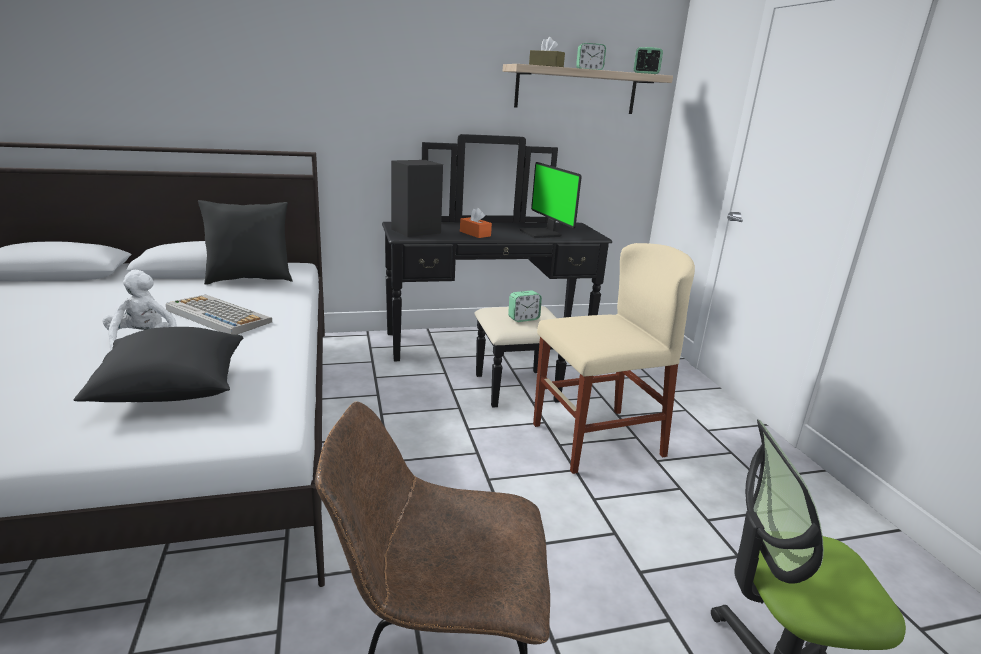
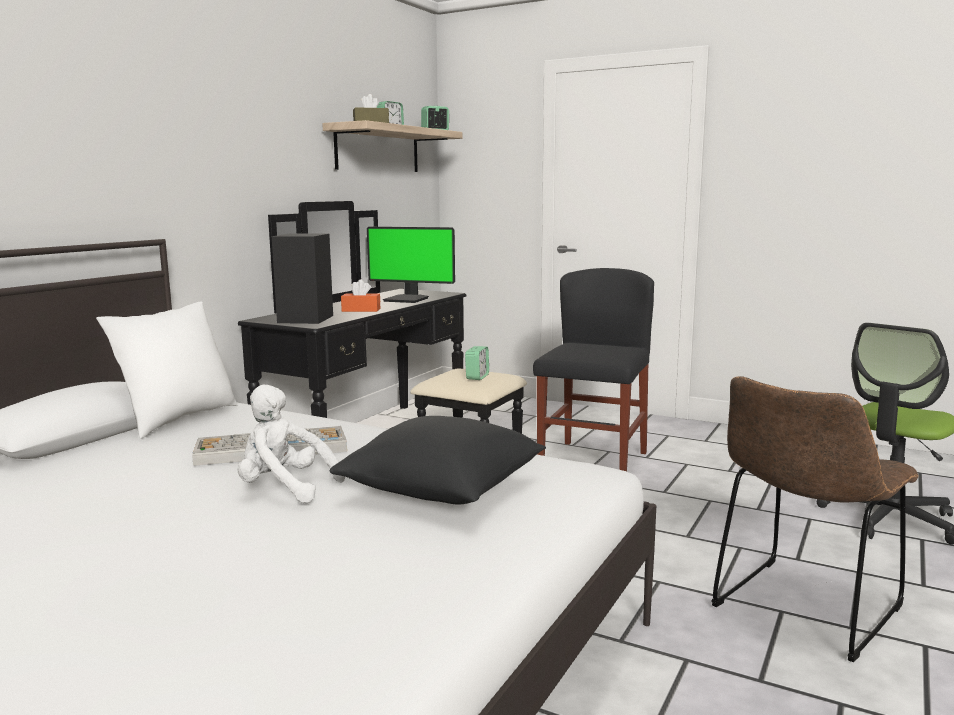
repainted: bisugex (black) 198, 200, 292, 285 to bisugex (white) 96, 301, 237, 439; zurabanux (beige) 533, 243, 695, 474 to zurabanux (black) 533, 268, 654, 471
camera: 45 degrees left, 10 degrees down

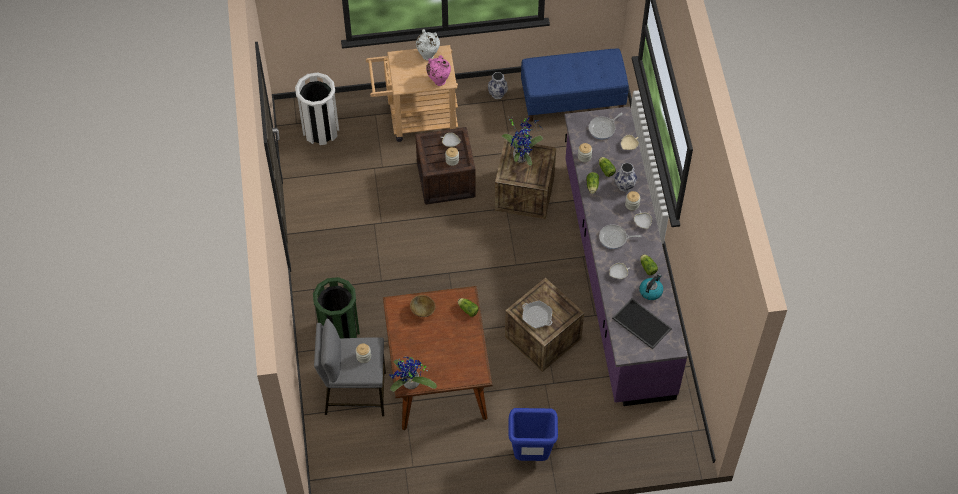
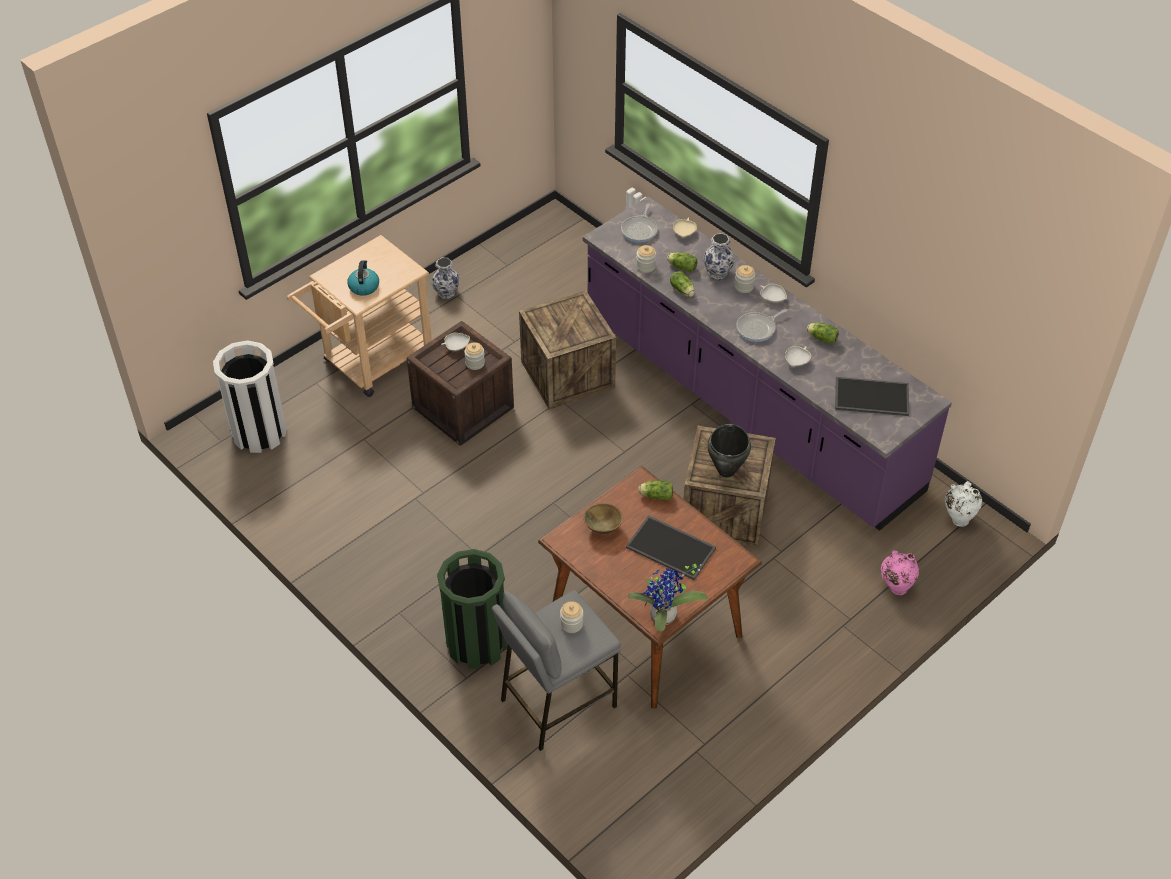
gone: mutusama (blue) 521, 48, 629, 122; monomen 502, 116, 543, 166; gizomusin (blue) 508, 408, 558, 461
new: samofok 626, 515, 716, 580
shifted: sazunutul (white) 416, 29, 440, 61 to 945, 481, 982, 527; sazunutul (pink) 426, 55, 451, 86 to 881, 550, 919, 595; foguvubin 639, 274, 663, 300 to 347, 260, 379, 296
swapped: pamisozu 522, 300, 552, 328 to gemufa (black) 707, 424, 751, 477
camera: 35 degrees left, 10 degrees down

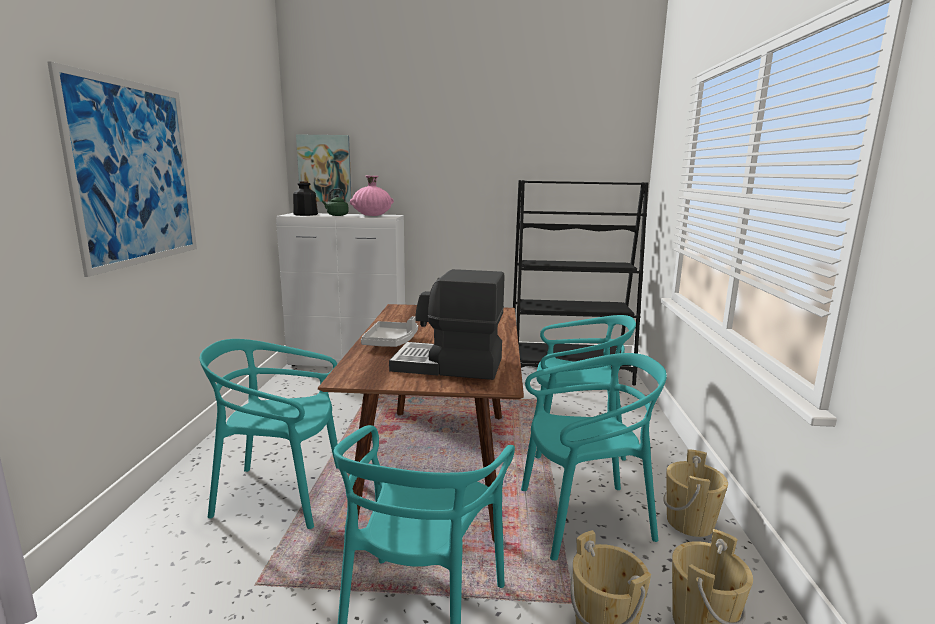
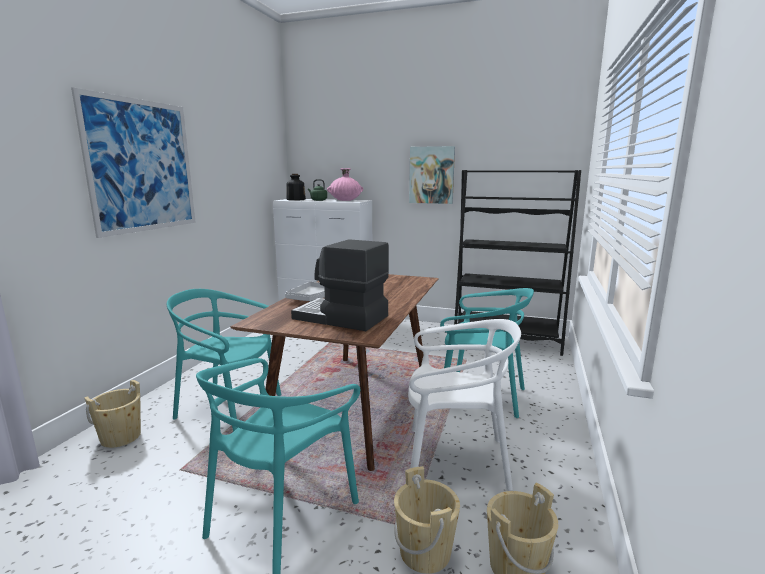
shifted: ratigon 296, 134, 352, 202 to 409, 146, 455, 204; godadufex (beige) 663, 449, 728, 537 to 84, 380, 141, 448
repainted: zurabanux (turquoise) 521, 353, 667, 561 to zurabanux (white) 408, 319, 521, 491
camera: 15 degrees right, 0 degrees up

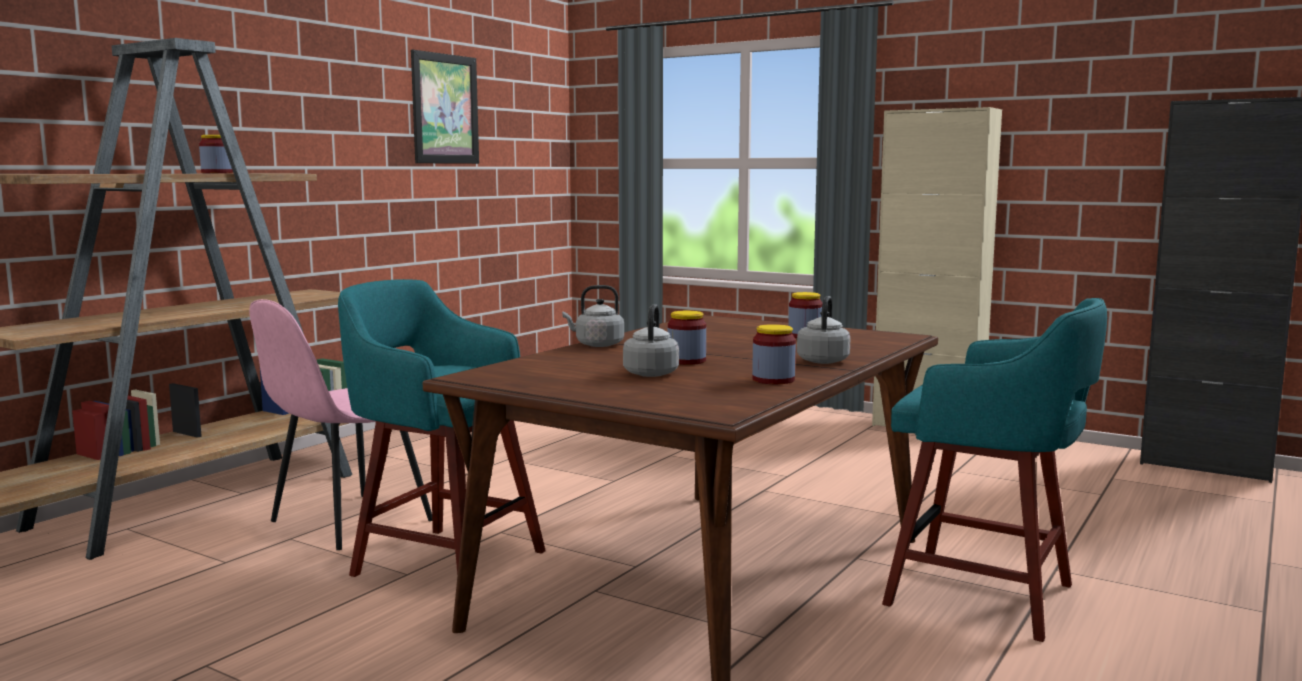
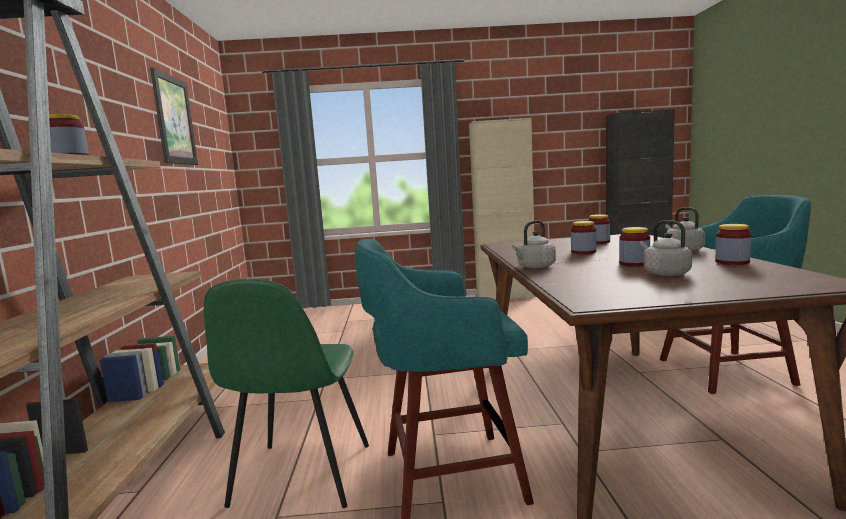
new: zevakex 571, 221, 596, 254
repainted: zurabanux (pink) 249, 299, 432, 550 to zurabanux (green) 204, 279, 369, 508
camera: 35 degrees left, 0 degrees up

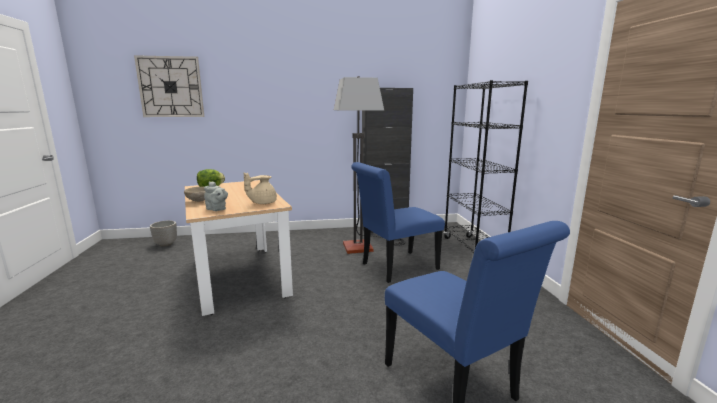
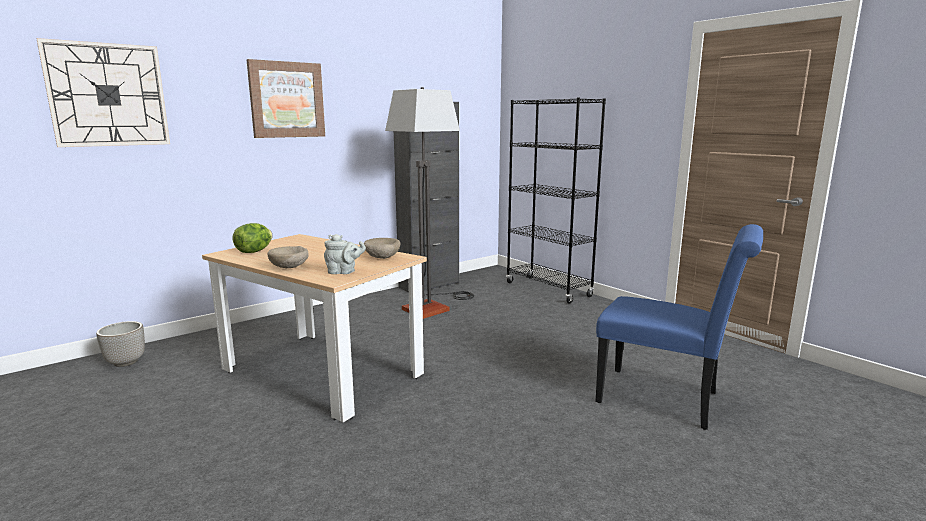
gone: zurabanux (blue) 351, 162, 445, 283
new: ratigon 247, 59, 325, 138
swapped: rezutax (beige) 244, 172, 277, 204 to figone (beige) 363, 238, 400, 259
camera: 30 degrees left, 0 degrees up

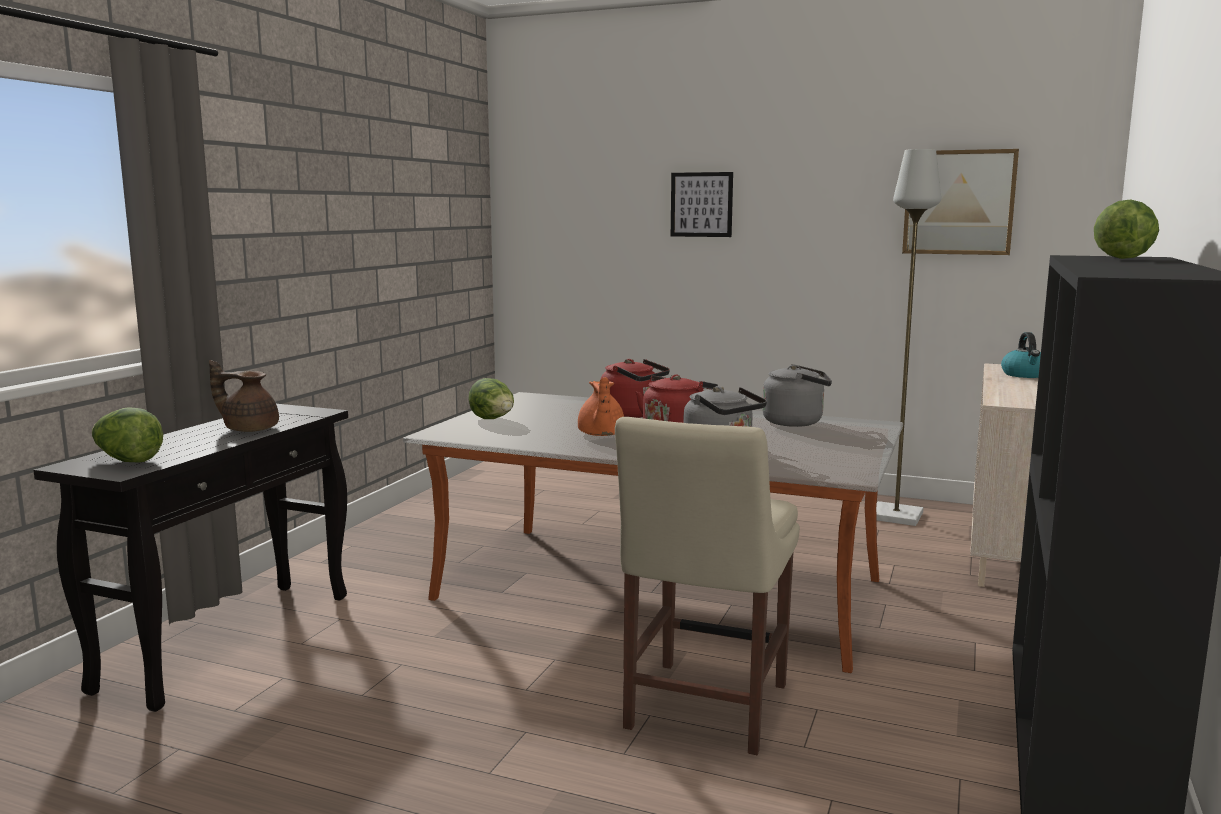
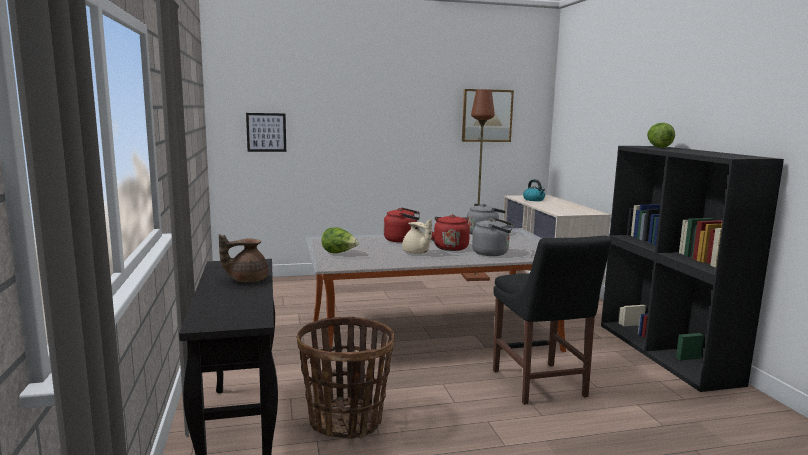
gone: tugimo 92, 407, 163, 462
new: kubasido 297, 317, 395, 439
shifted: ratigon 671, 172, 733, 237 to 246, 113, 286, 152
repainted: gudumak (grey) 876, 149, 941, 526 to gudumak (brown) 461, 89, 495, 281; rezutax (orange) 578, 377, 624, 436 to rezutax (beige) 402, 219, 432, 254; zurabanux (beige) 615, 417, 800, 755 to zurabanux (black) 493, 236, 611, 405
camera: 35 degrees left, 0 degrees up

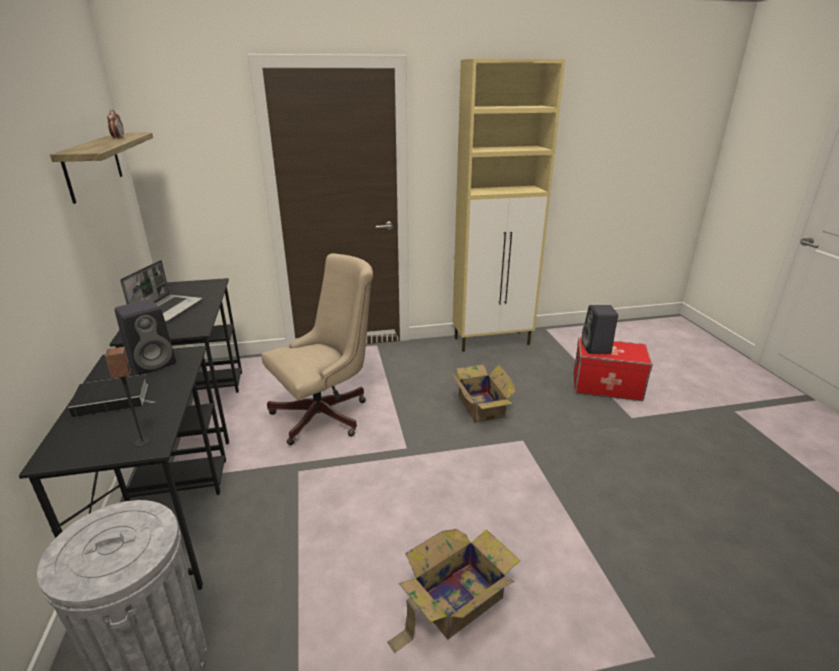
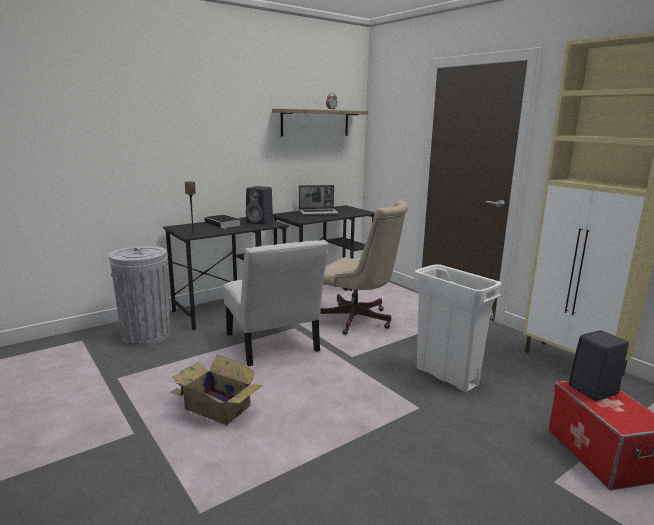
new: zurabanux (white) 223, 240, 329, 366
swapped: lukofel 450, 364, 516, 422 to gizomusin (white) 415, 264, 502, 392
camera: 65 degrees right, 10 degrees down

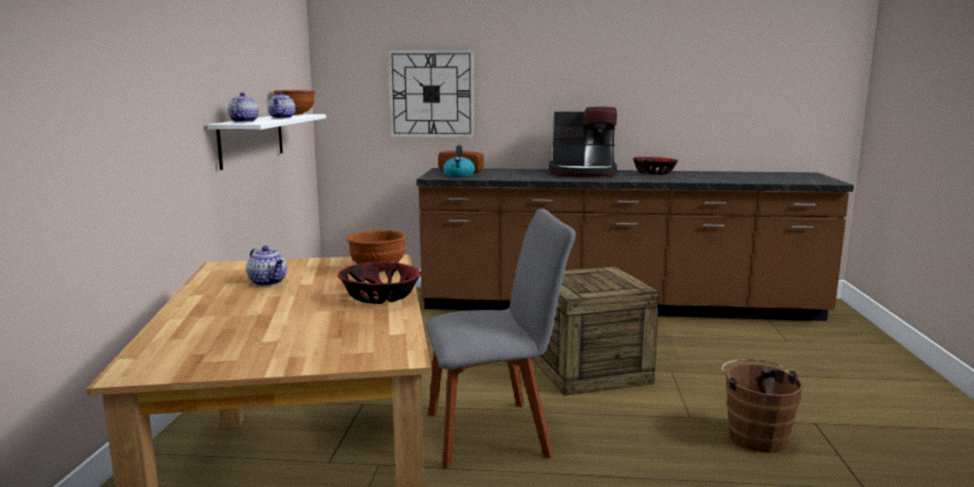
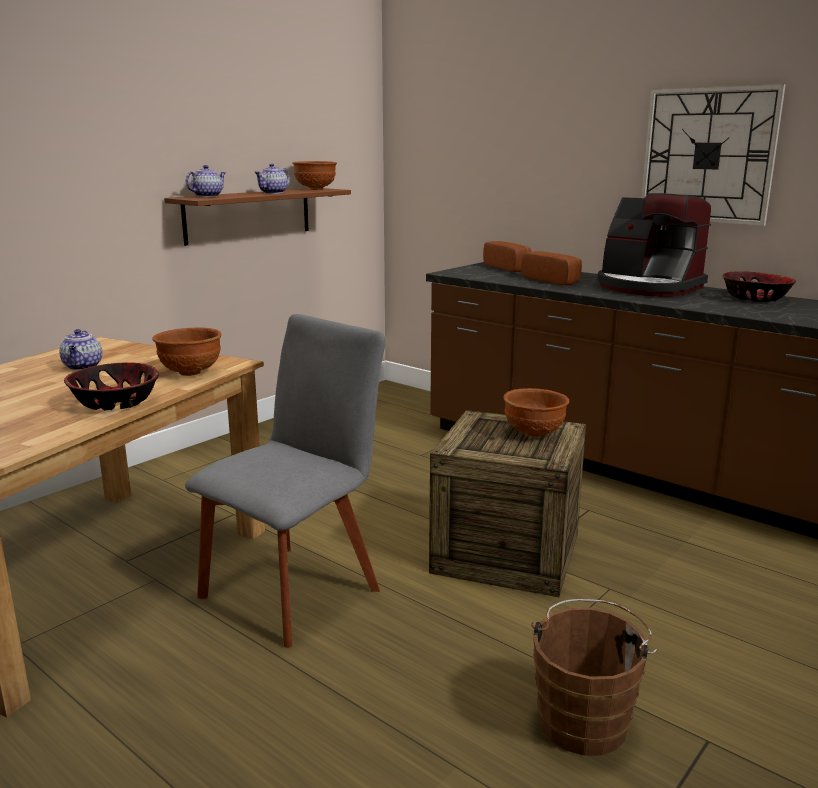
gone: foguvubin 443, 145, 475, 178
new: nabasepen 521, 251, 582, 285; figone (brown) 504, 388, 569, 437
shifted: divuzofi 388, 50, 474, 138 to 641, 84, 786, 226
repainted: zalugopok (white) 208, 114, 326, 170 to zalugopok (brown) 164, 188, 351, 246
rotated: zurabanux (grey) 425, 209, 576, 468 = 185, 314, 386, 648 75 degrees counterclockwise
camera: 35 degrees right, 5 degrees up

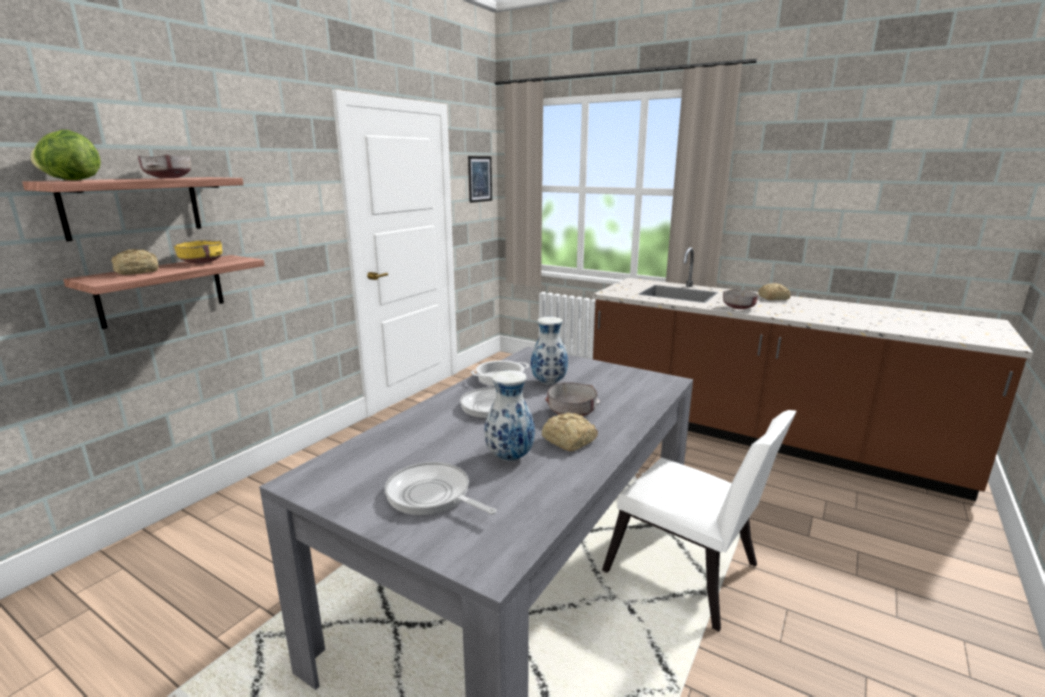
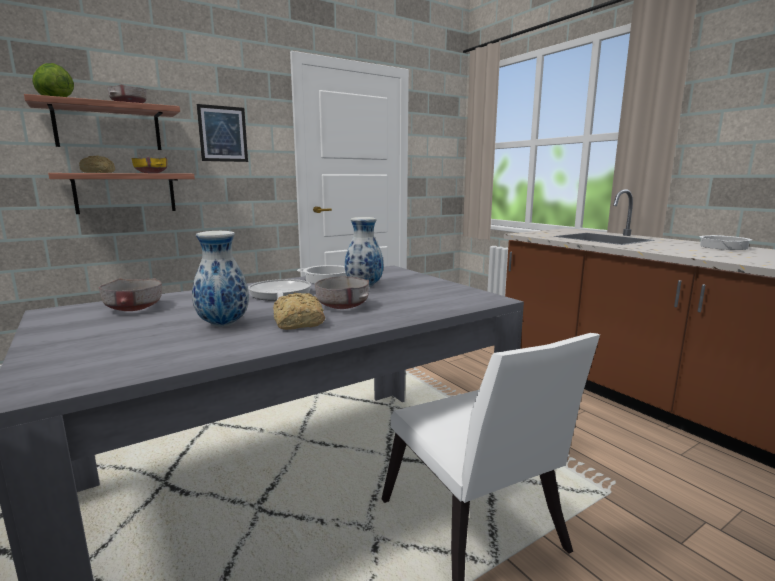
gone: pamisozu 385, 462, 497, 515
shifted: ratigon 468, 156, 492, 203 to 197, 104, 248, 162; figone (grey) 723, 289, 758, 309 to 99, 278, 162, 311
swapped: nabasepen 758, 283, 790, 300 to gemufa 699, 235, 752, 250
camera: 25 degrees right, 5 degrees down

